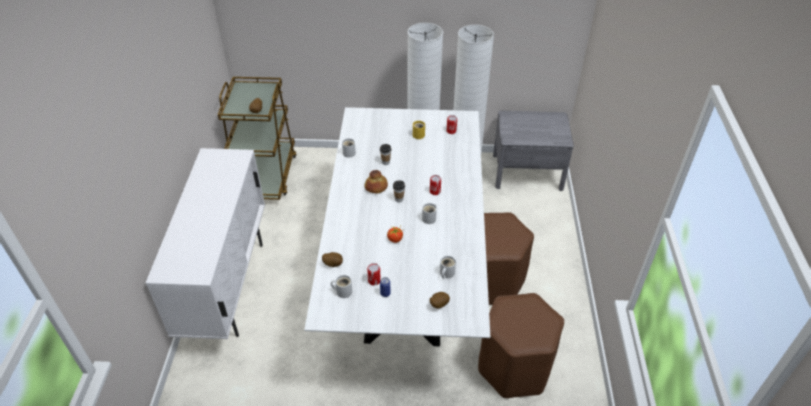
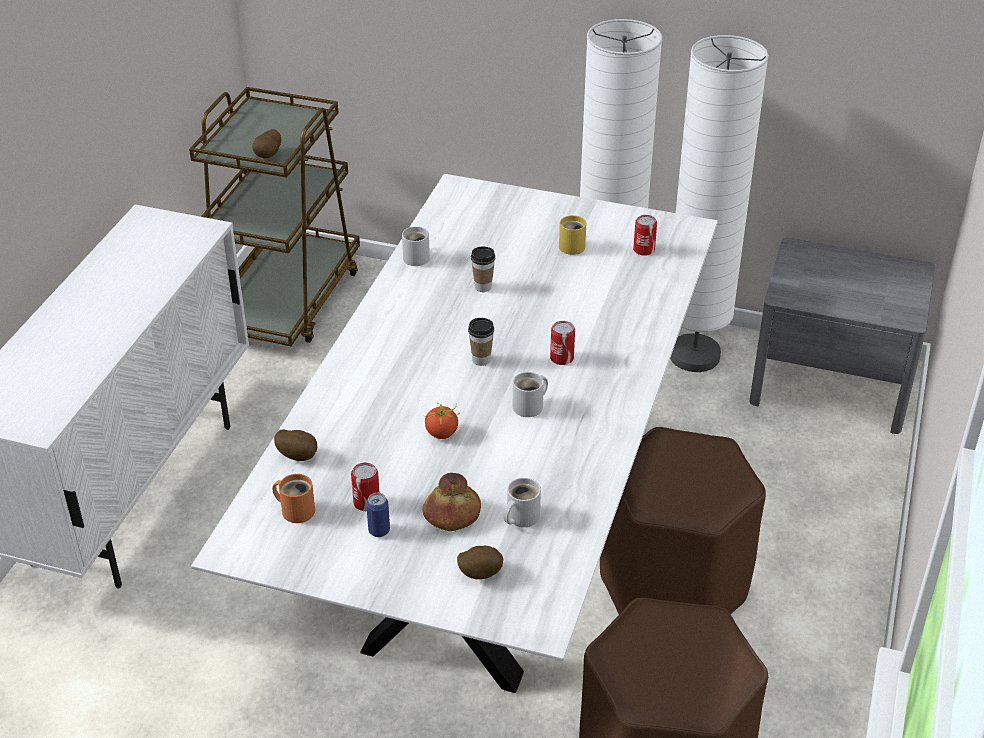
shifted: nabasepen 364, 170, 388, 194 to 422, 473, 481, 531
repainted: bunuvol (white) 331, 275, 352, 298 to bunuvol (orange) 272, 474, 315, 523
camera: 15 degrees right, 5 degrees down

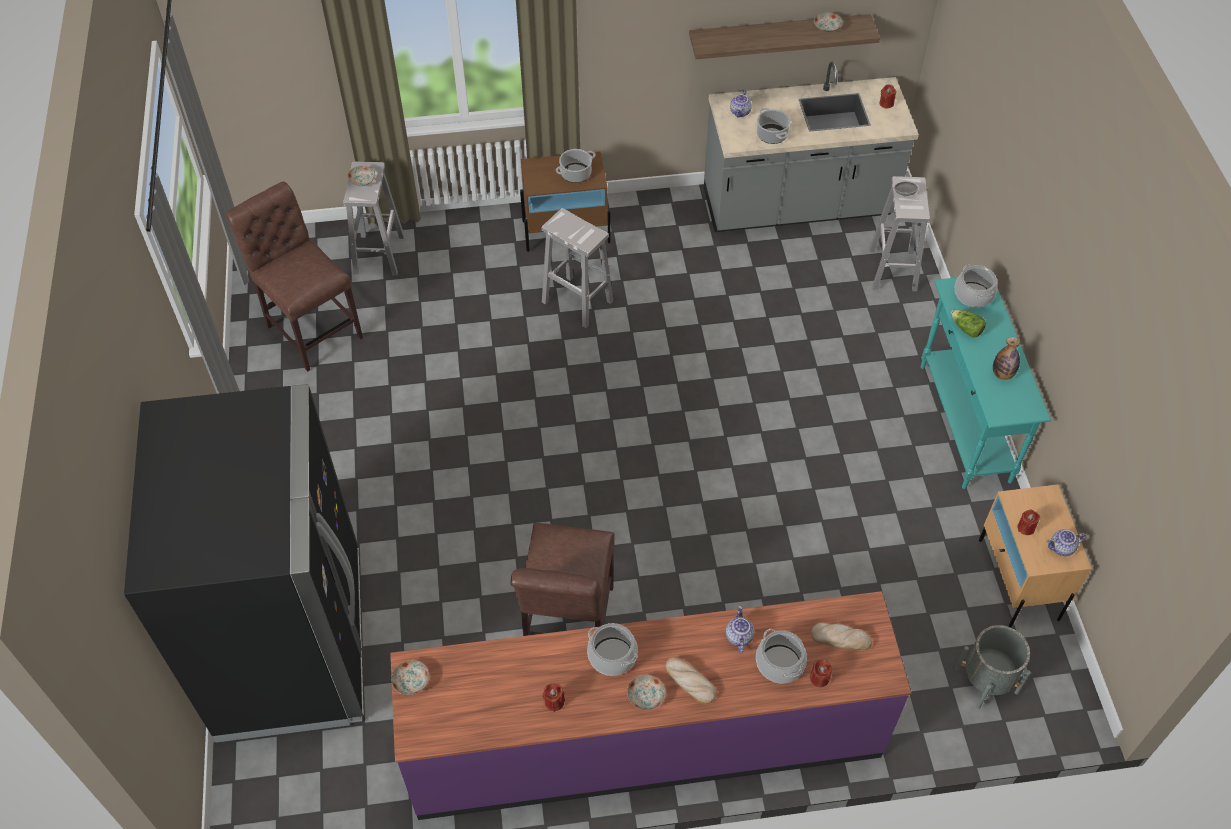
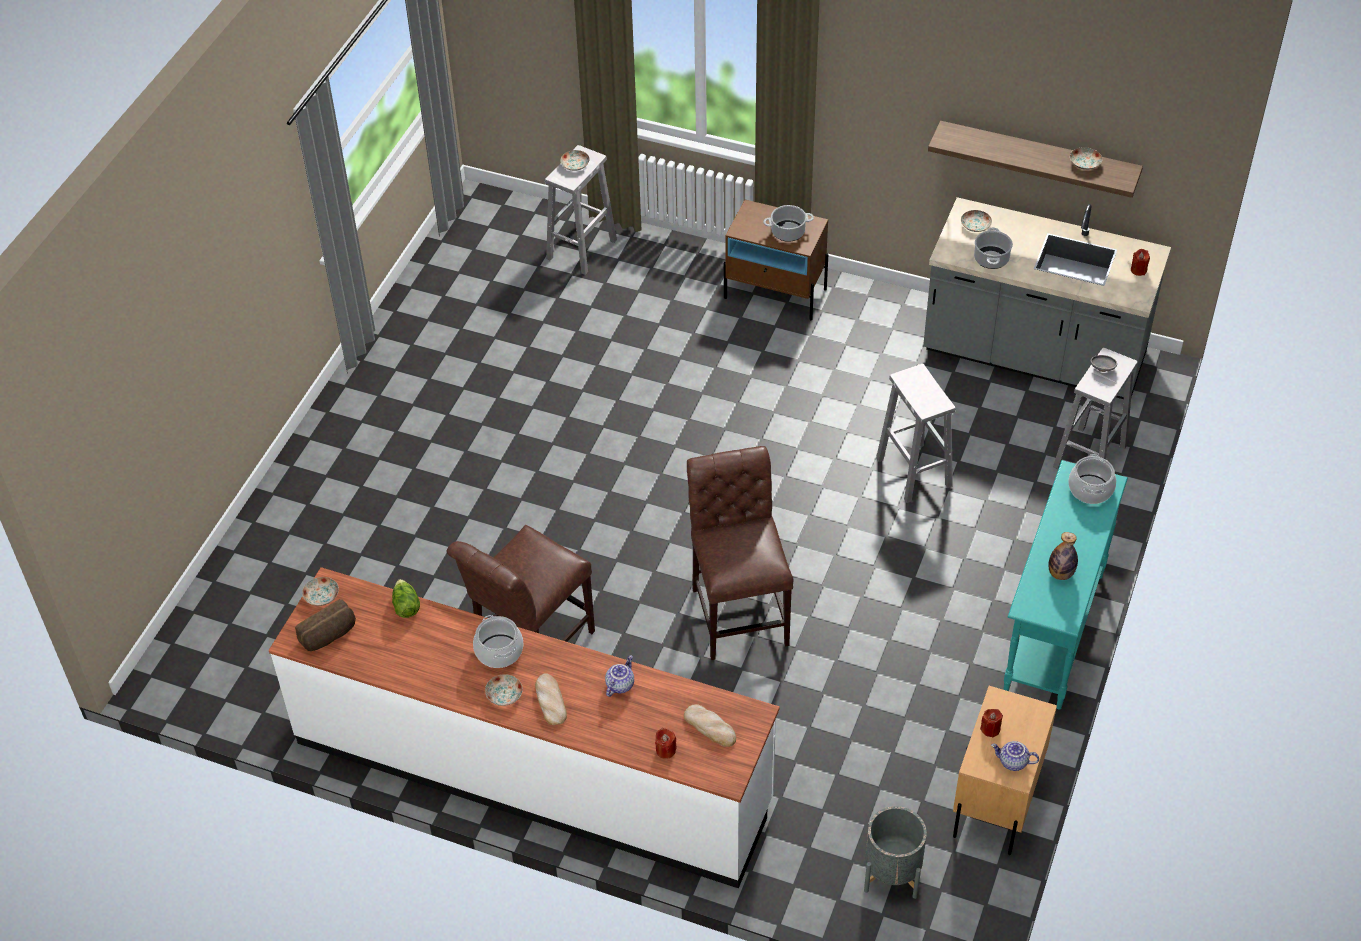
gone: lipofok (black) 124, 384, 364, 742; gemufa 756, 629, 807, 683; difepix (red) 542, 683, 565, 712
new: nabasepen 295, 599, 356, 651
shifted: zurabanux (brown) 225, 182, 363, 372 to 687, 446, 794, 660; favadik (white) 541, 208, 613, 328 to 876, 364, 956, 503; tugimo 951, 310, 986, 337 to 392, 579, 420, 618
swapped: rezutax 730, 90, 752, 117 to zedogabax 961, 210, 992, 232
repainted: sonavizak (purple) 390, 591, 911, 820 to sonavizak (white) 269, 567, 780, 888
camera: 30 degrees right, 5 degrees down

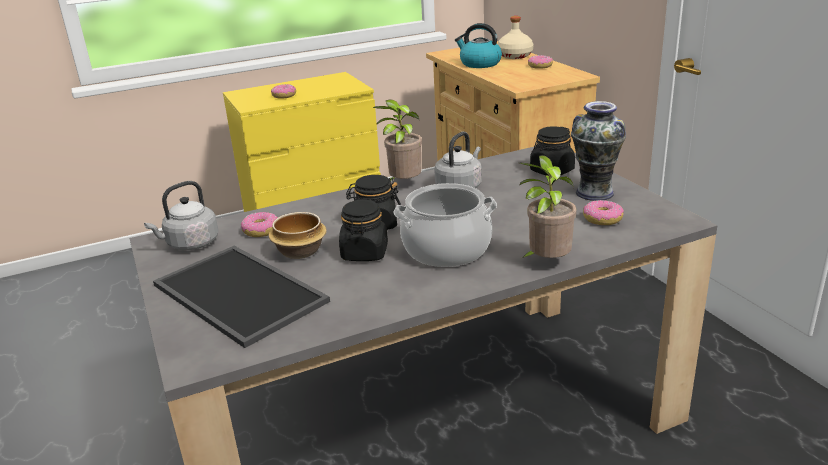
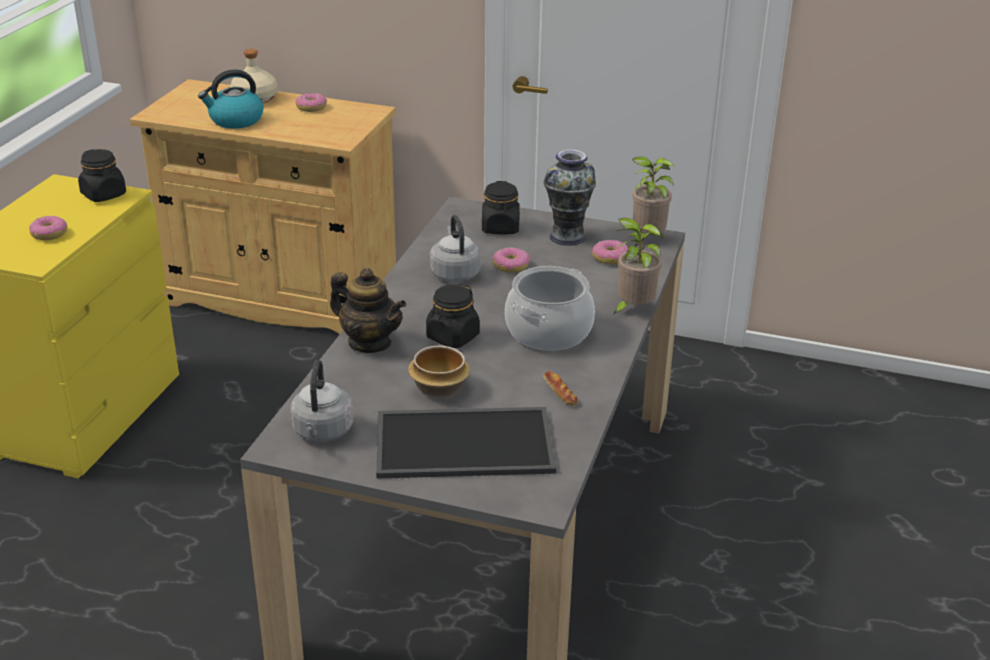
new: rezutax 330, 268, 406, 353; nabasepen 543, 371, 578, 406
shifted: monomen 373, 99, 422, 179 to 632, 156, 675, 247; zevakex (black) 339, 199, 388, 261 to 78, 149, 126, 202; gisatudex 241, 212, 278, 237 to 493, 247, 530, 273
camera: 50 degrees left, 5 degrees up

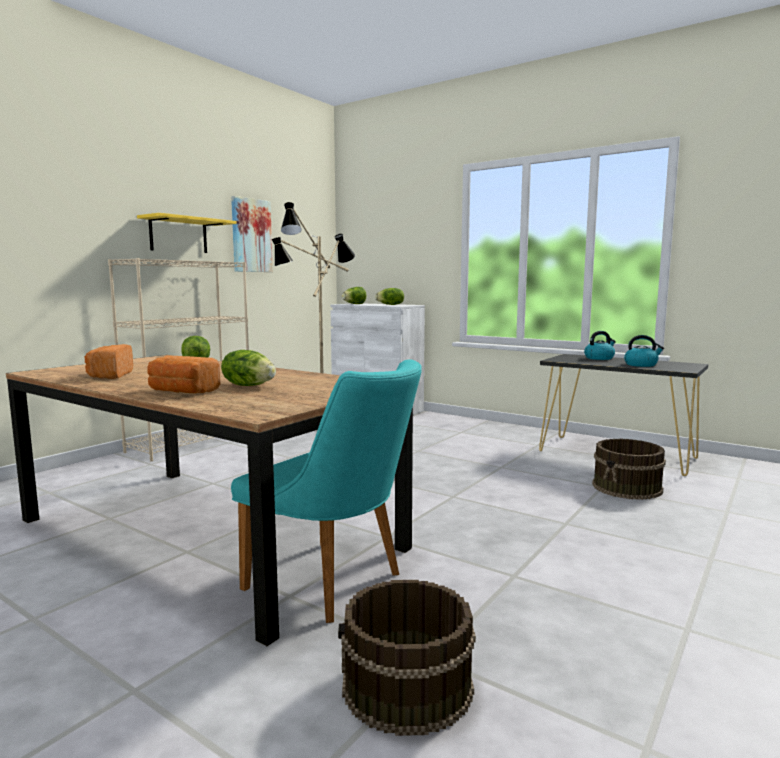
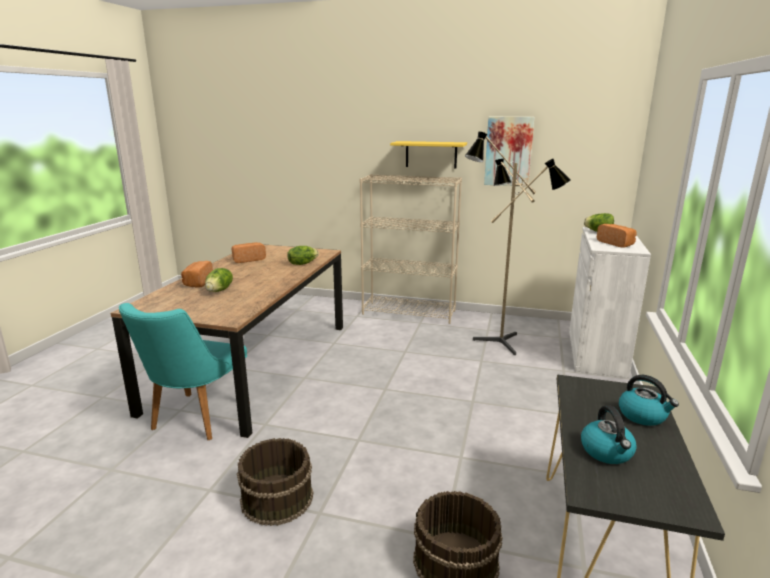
shifted: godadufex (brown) 338, 580, 476, 736 to 237, 438, 314, 526
swapped: tugimo 375, 288, 404, 305 to nabasepen 597, 224, 637, 248
camera: 70 degrees right, 10 degrees up

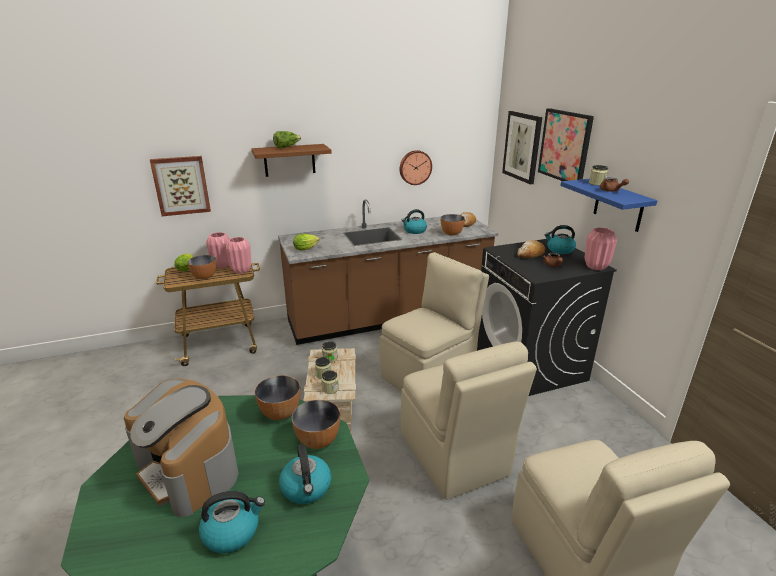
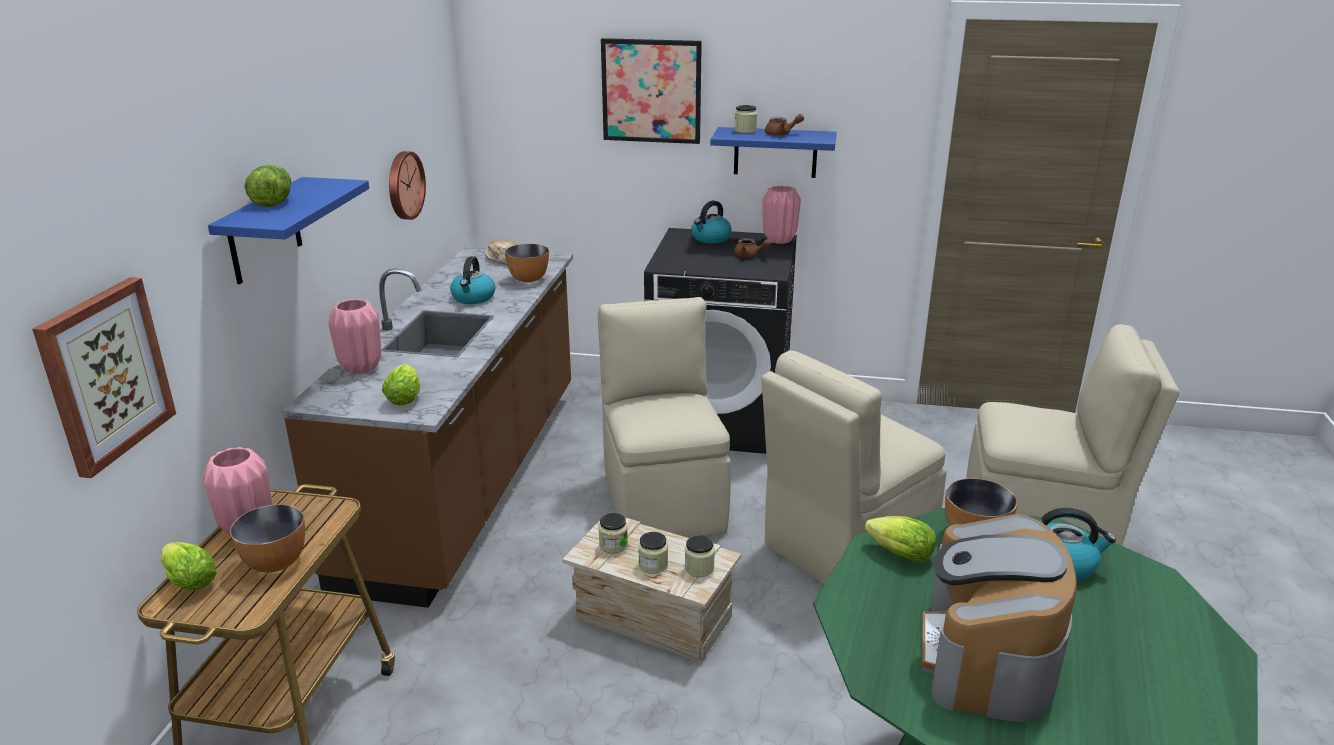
gone: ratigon 502, 111, 543, 184; nabasepen 517, 240, 545, 258; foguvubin 199, 491, 265, 553
shifted: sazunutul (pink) 226, 237, 251, 274 to 328, 299, 381, 374
swapped: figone 255, 375, 301, 420 to tugimo 865, 516, 936, 562
repainted: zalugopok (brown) 251, 144, 332, 177 to zalugopok (blue) 208, 177, 369, 284
rotated: zurabanux (beige) 401, 342, 537, 500 = 761, 350, 947, 584 135 degrees clockwise; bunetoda 124, 378, 239, 517 = 922, 514, 1077, 722 120 degrees clockwise
camera: 60 degrees left, 0 degrees up

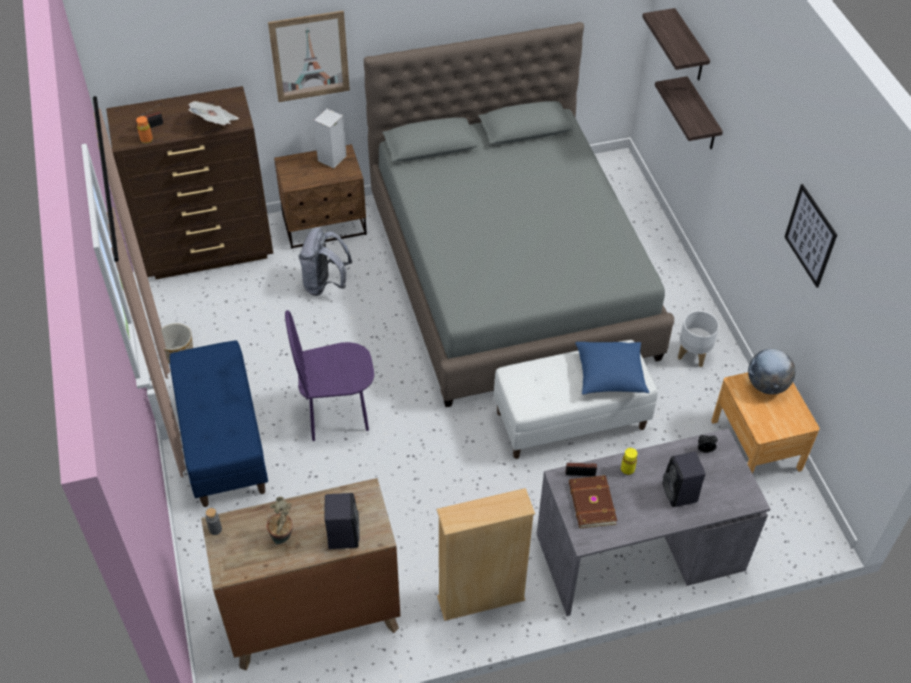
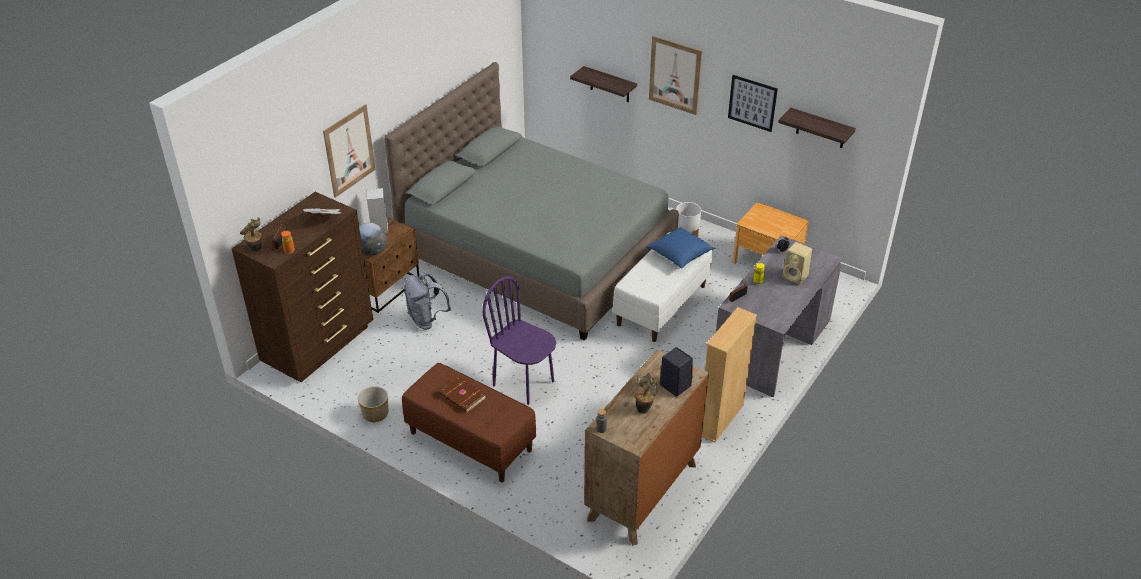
new: ratigon 649, 36, 702, 115; monomen 240, 217, 262, 252
shifted: zalugopok 642, 8, 710, 81 to 778, 108, 856, 148; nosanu 748, 349, 796, 395 to 359, 222, 387, 256; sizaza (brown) 569, 475, 617, 528 to 439, 376, 486, 413
repainted: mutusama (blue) 170, 340, 268, 507 to mutusama (brown) 402, 363, 536, 482; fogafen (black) 662, 452, 705, 507 to fogafen (beige) 782, 242, 812, 284
rotated: zurabanux (purple) 285, 310, 374, 441 = 482, 276, 556, 405 90 degrees clockwise
camera: 40 degrees left, 10 degrees down

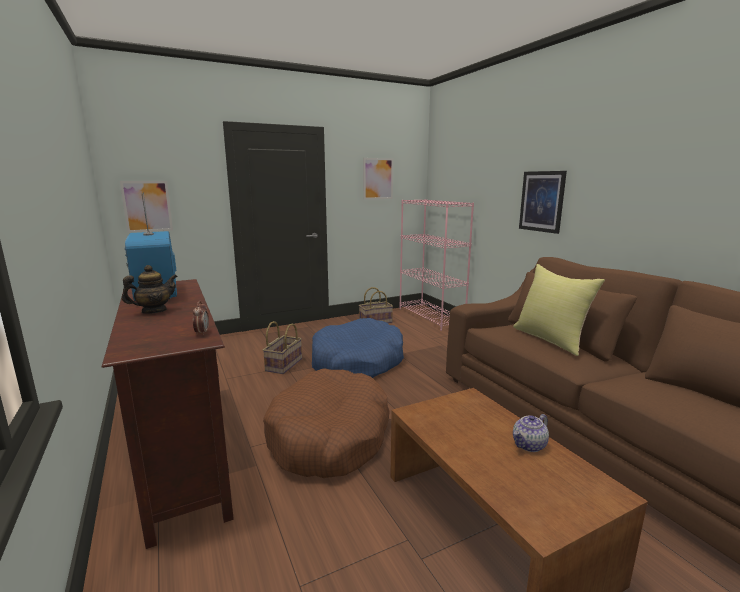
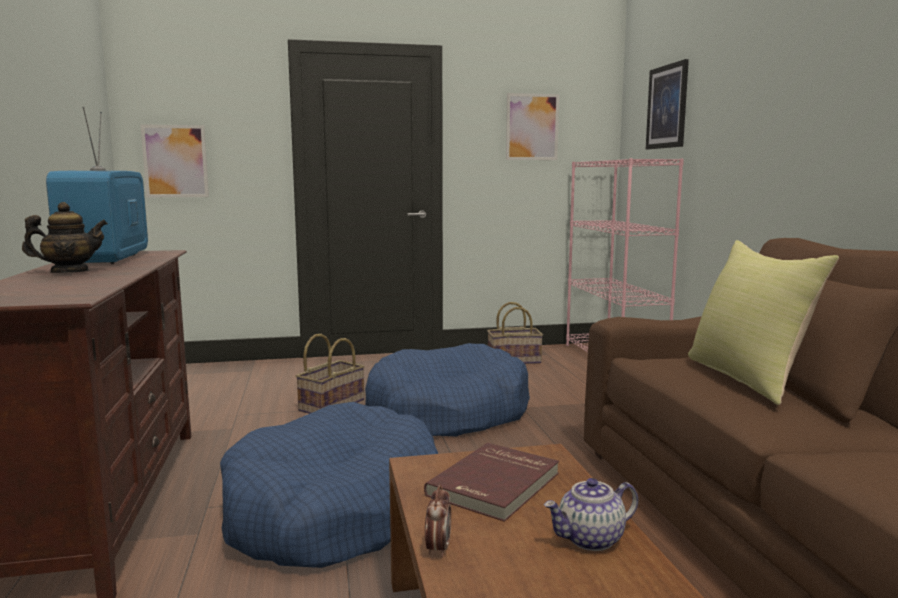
new: sizaza (red) 424, 443, 559, 522
shifted: ratigon 519, 171, 567, 234 to 646, 59, 689, 149; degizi 193, 301, 209, 335 to 425, 485, 451, 558
repainted: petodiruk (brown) 263, 368, 390, 478 to petodiruk (blue) 220, 402, 438, 568
camera: 15 degrees right, 5 degrees down

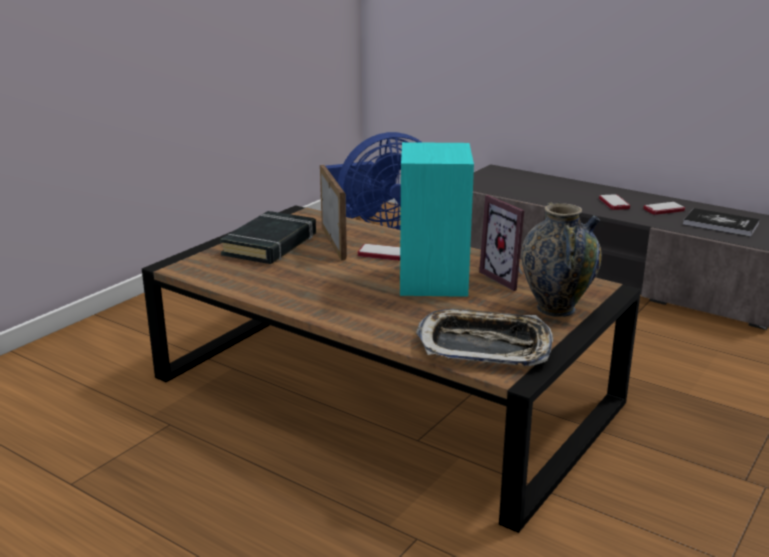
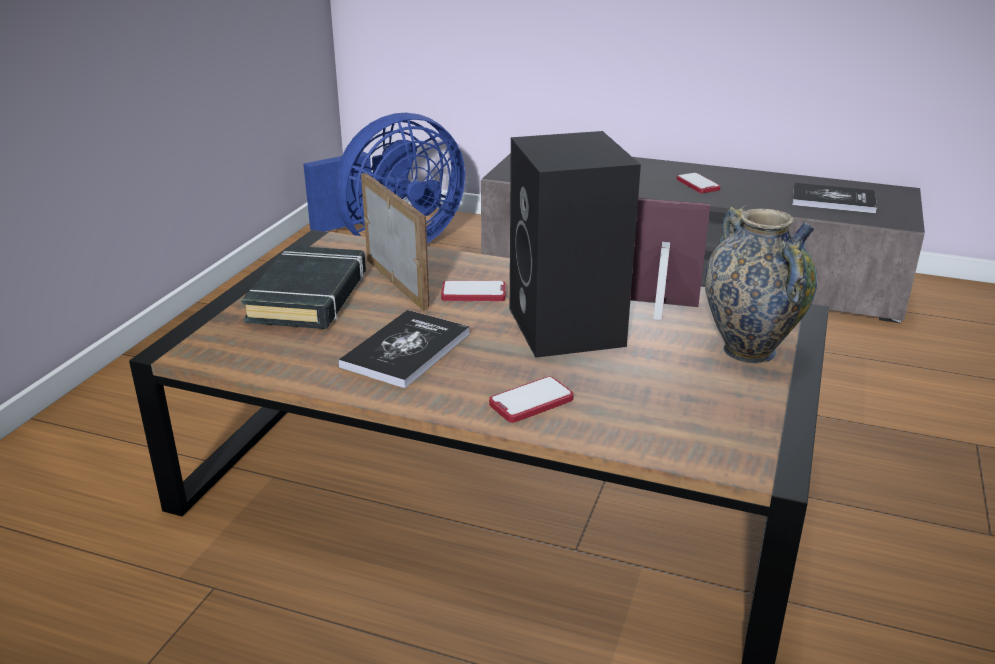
gone: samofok 416, 309, 553, 366
new: sizaza 338, 310, 470, 388
shifted: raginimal 643, 202, 685, 215 to 489, 376, 574, 423
repainted: fogafen (turquoise) 400, 142, 474, 297 to fogafen (black) 510, 131, 641, 358
rotated: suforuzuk 479, 195, 524, 291 = 630, 198, 710, 320 150 degrees clockwise
camera: 15 degrees left, 5 degrees up

